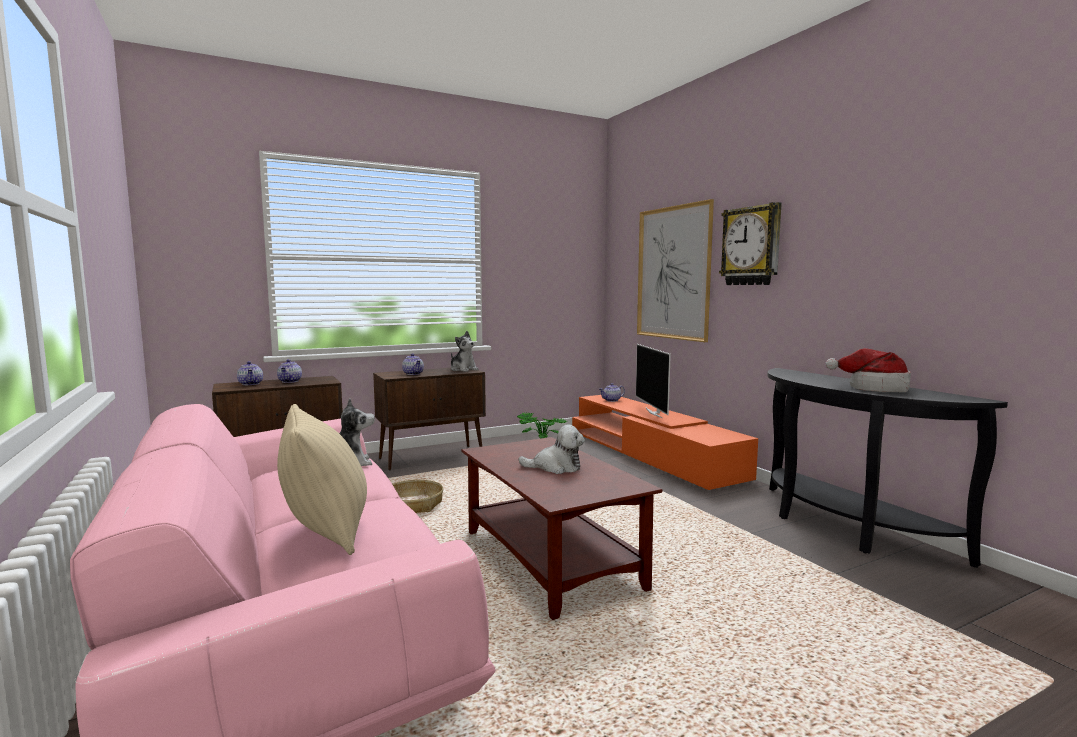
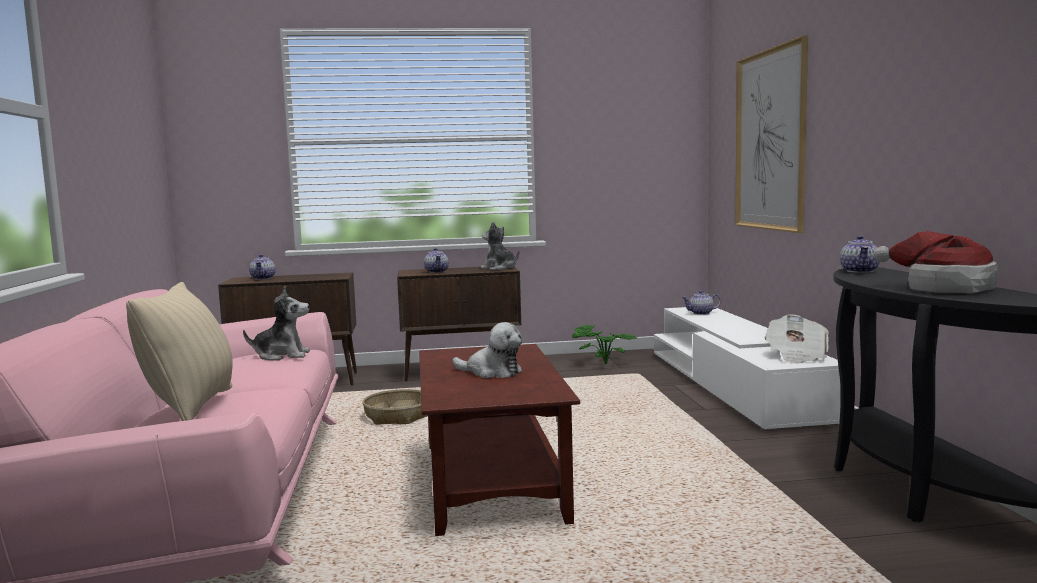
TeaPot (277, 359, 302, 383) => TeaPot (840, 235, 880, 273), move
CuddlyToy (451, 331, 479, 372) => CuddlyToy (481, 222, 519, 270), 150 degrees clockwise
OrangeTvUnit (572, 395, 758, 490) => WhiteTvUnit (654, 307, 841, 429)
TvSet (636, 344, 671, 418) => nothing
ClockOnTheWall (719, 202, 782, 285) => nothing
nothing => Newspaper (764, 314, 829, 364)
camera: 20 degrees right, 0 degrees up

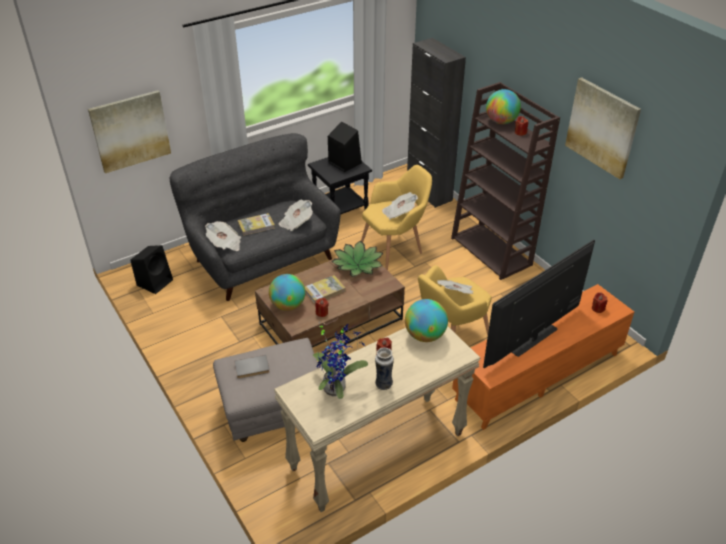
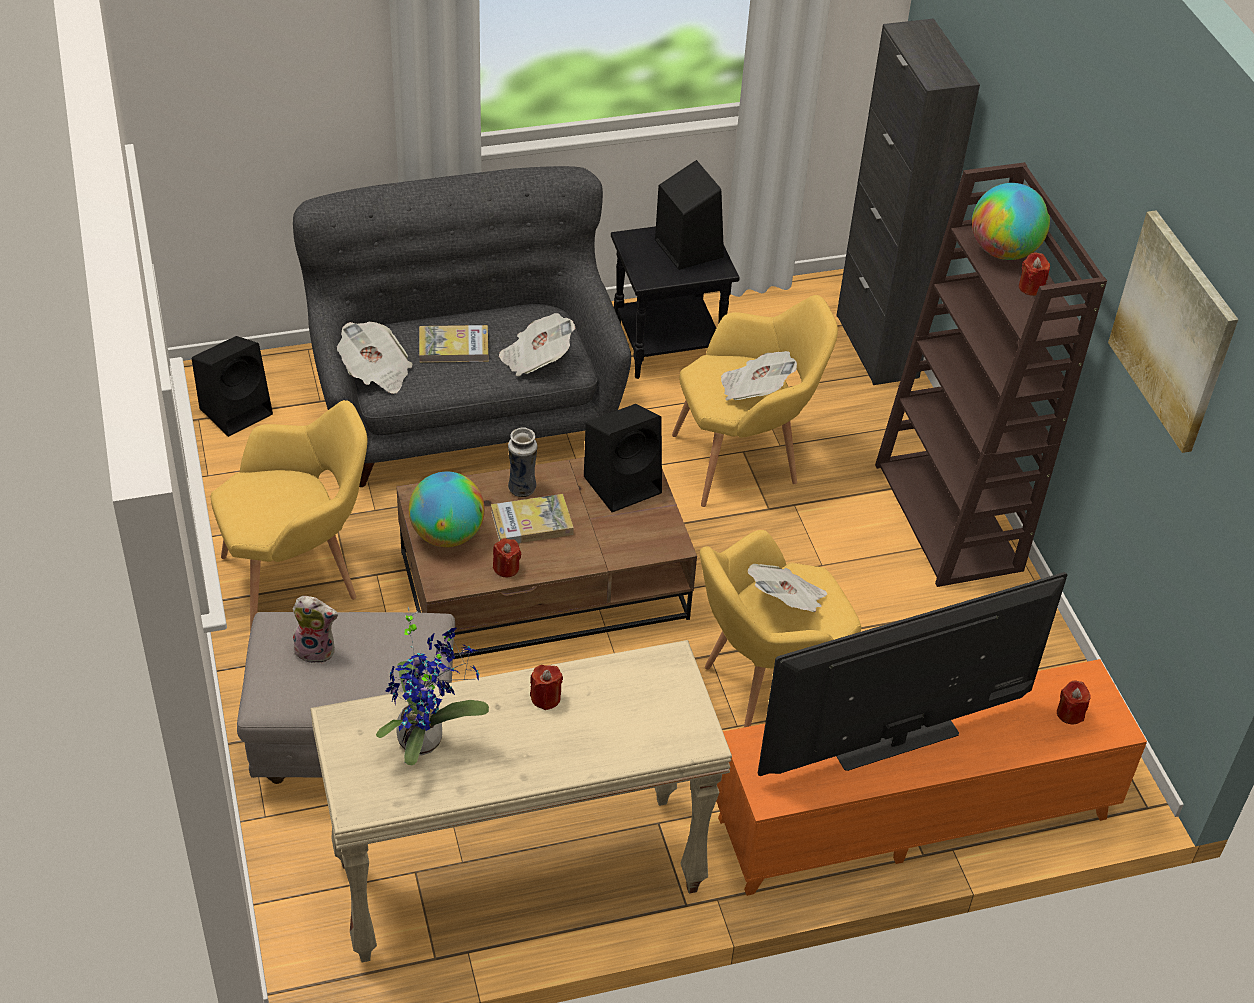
Picture (88, 90, 171, 173) => nothing
GreyVolume (234, 355, 270, 379) => CuddlyToy (293, 596, 338, 663)
PottedPlant (331, 241, 383, 277) => BlackAudioSpeaker (584, 404, 662, 512)
FlowerVase (375, 347, 394, 390) => FlowerVase (508, 427, 538, 497), move
Globe (405, 299, 448, 342) => nothing
nothing => YellowishEasyChair (211, 400, 367, 631)
camera: 15 degrees right, 5 degrees up

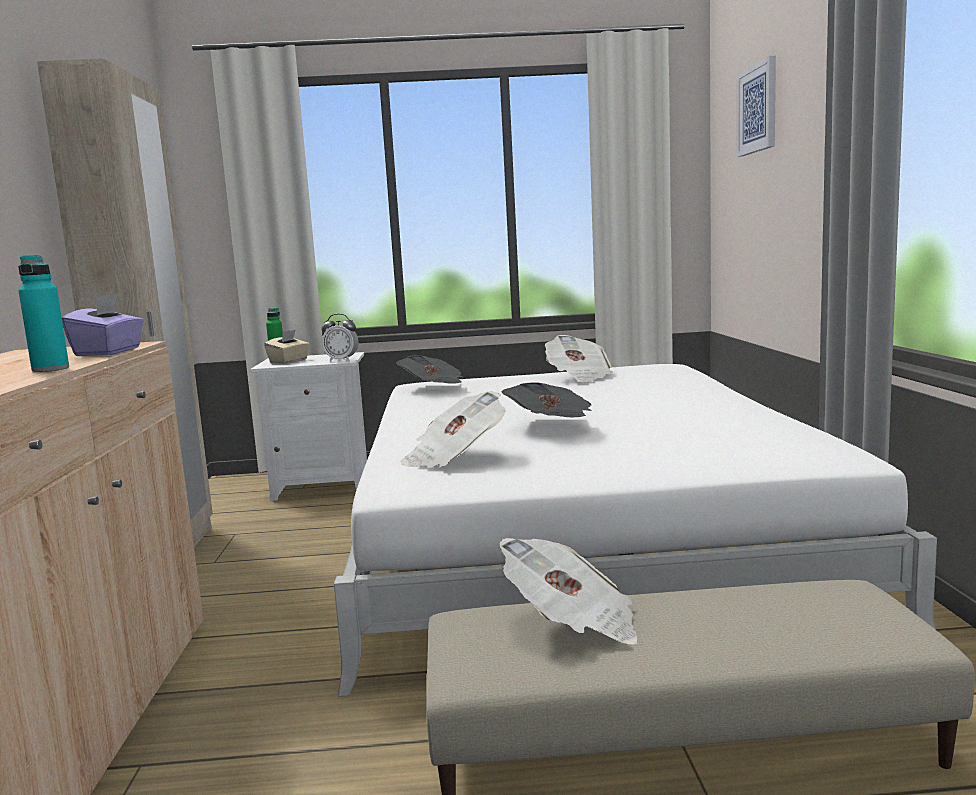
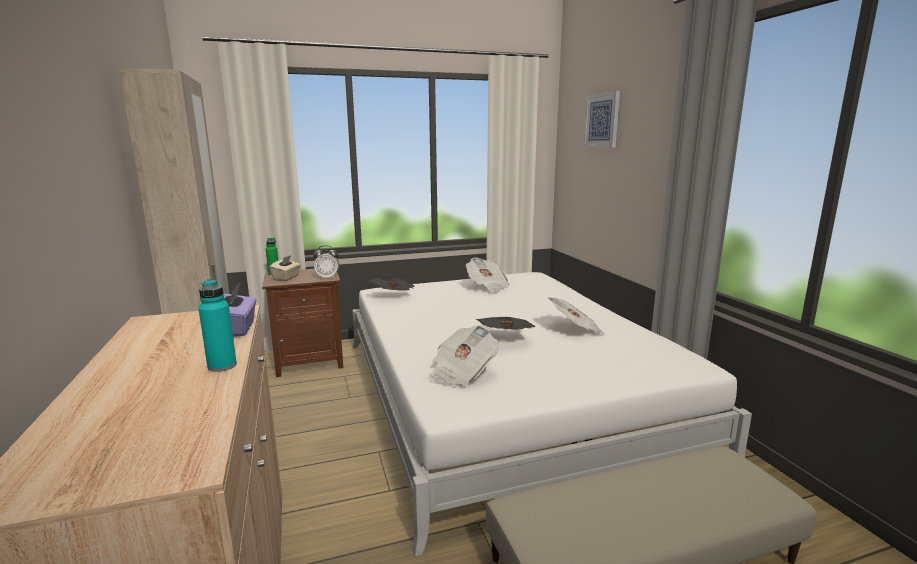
WhiteNightTable (250, 352, 367, 501) => BrownishNightTable (262, 269, 343, 377)
Newspaper (500, 538, 637, 645) => Newspaper (547, 297, 605, 334), move
camera: 15 degrees left, 5 degrees up

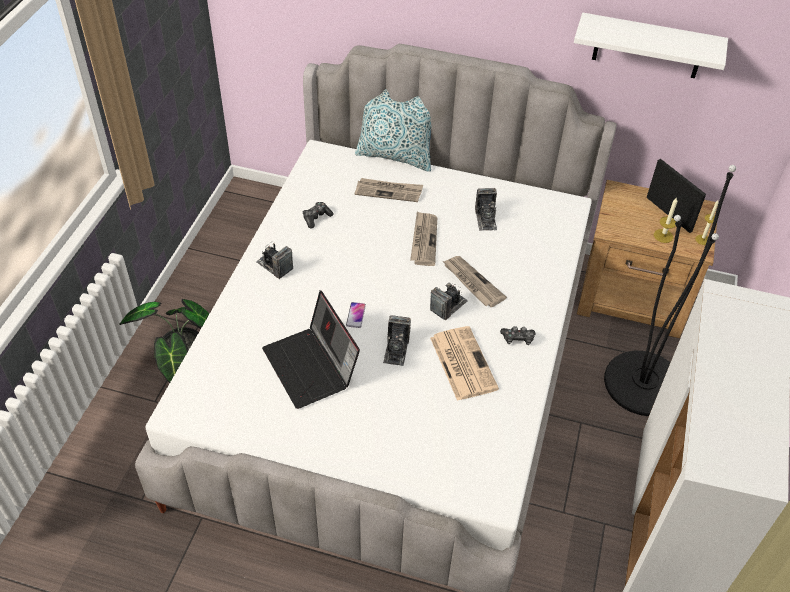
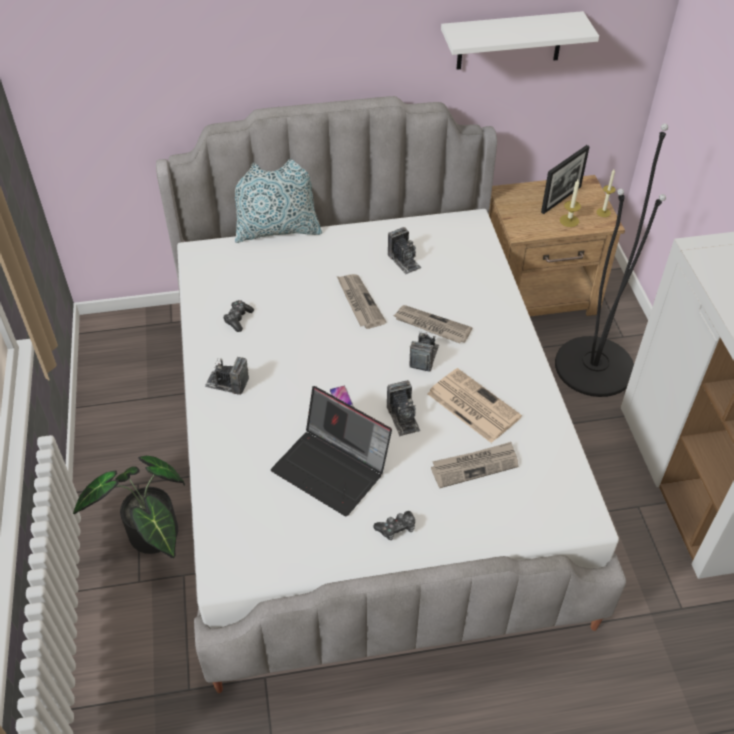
Newspaper (355, 178, 423, 202) => Newspaper (431, 442, 518, 488), move
Joypad (500, 326, 535, 345) => Joypad (373, 511, 415, 540), move
PhotoFrame (646, 159, 706, 233) => PhotoFrame (541, 145, 590, 214), 105 degrees clockwise
camera: 25 degrees left, 0 degrees up

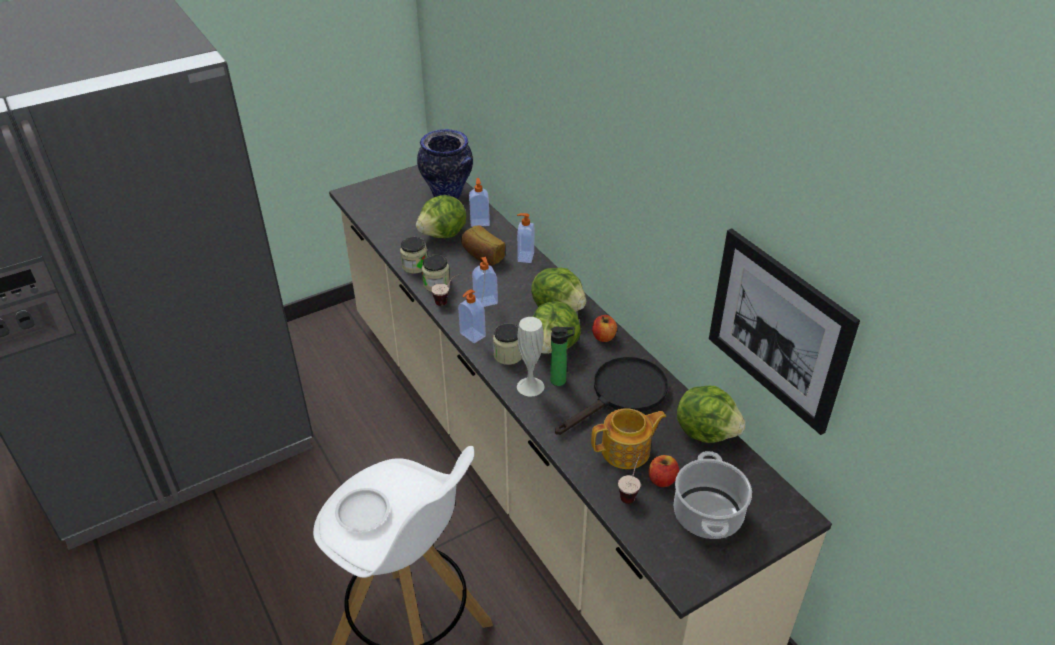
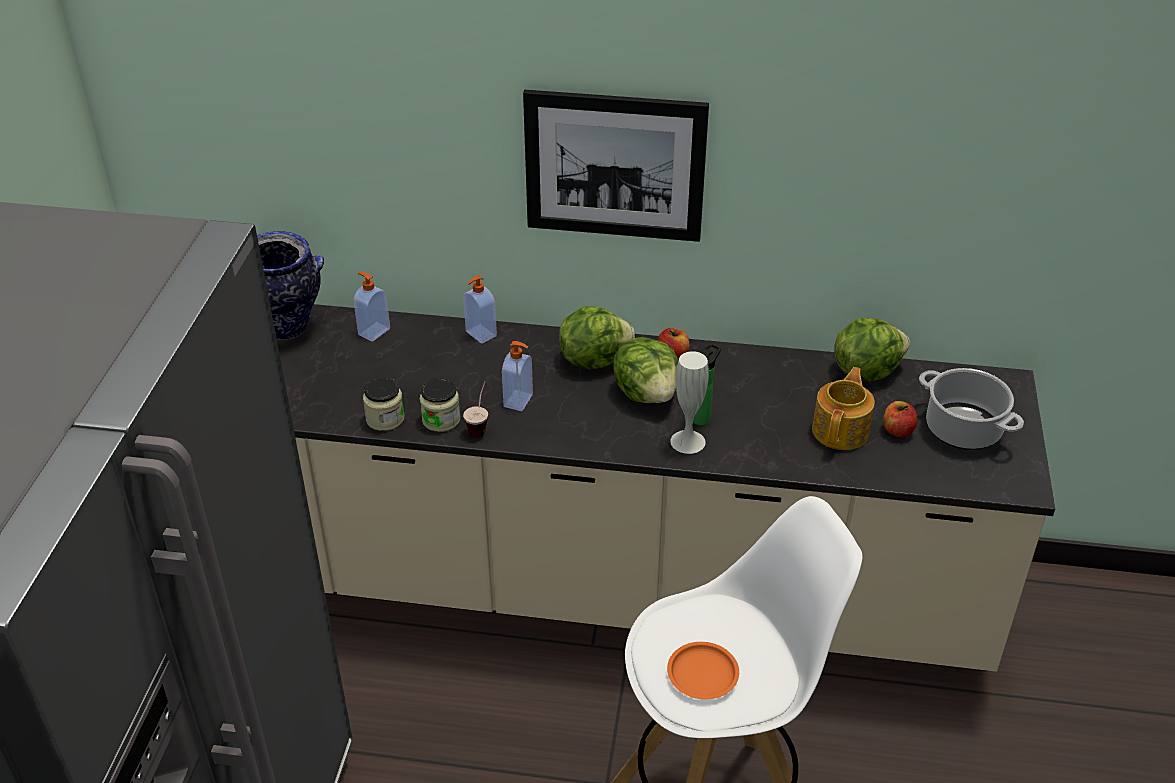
WhiteDinnerPlate (335, 488, 390, 532) => OrangeDinnerPlate (667, 642, 739, 700)
LettuceHead (416, 195, 466, 238) => nothing
SoapBottle (458, 289, 486, 343) => nothing
BakeryBread (461, 225, 505, 266) => nothing
StorageJar (493, 323, 522, 365) => nothing
BlackPan (555, 357, 668, 435) => nothing
DrinkingCup (618, 453, 641, 504) => nothing
Picture (709, 228, 860, 435) => Picture (523, 90, 709, 242), move
camera: 50 degrees left, 0 degrees up

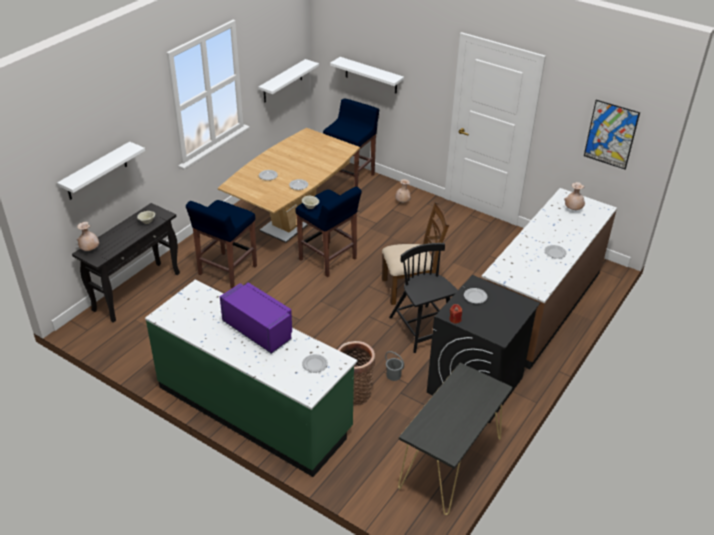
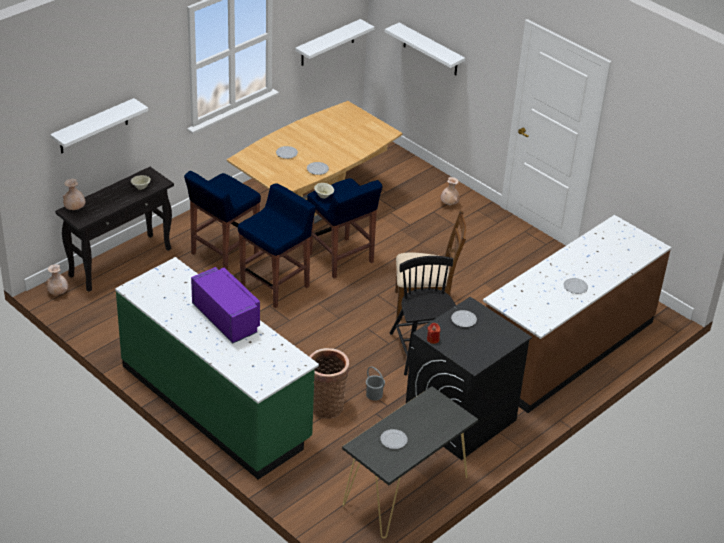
DinnerPlate (302, 354, 328, 373) => DinnerPlate (380, 429, 408, 449), move
BluishStoolSeat (323, 99, 379, 187) => BluishStoolSeat (238, 183, 316, 308), move
SandColouredFlowerVase (564, 182, 586, 210) => SandColouredFlowerVase (47, 264, 68, 295), move
Picture (584, 100, 640, 170) => nothing
camera: 10 degrees right, 0 degrees up

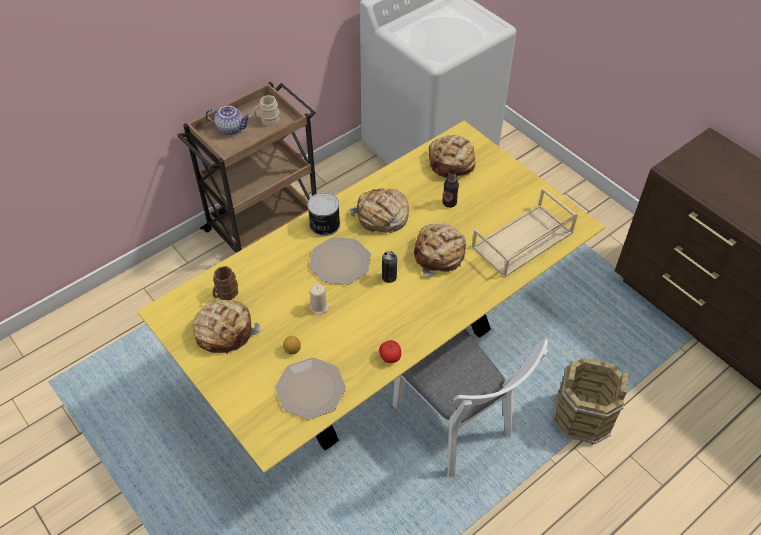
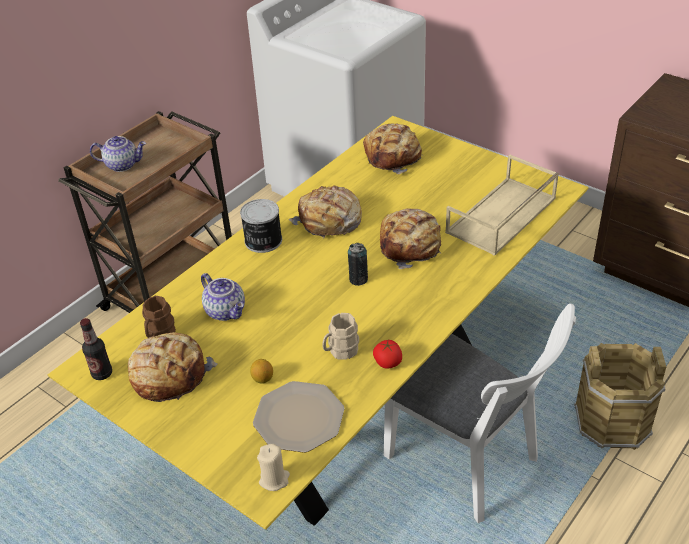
SandColouredCoffeeMug (254, 95, 280, 126) => SandColouredCoffeeMug (322, 313, 359, 360), move
SandColouredWaxLight (309, 284, 330, 315) => SandColouredWaxLight (257, 444, 290, 491), move
DinnerPlate (310, 237, 371, 285) => nothing
DrinkBottle (443, 165, 459, 208) => DrinkBottle (80, 318, 112, 380), move
nothing => TeaPot (201, 273, 245, 321)
camera: 10 degrees left, 10 degrees down

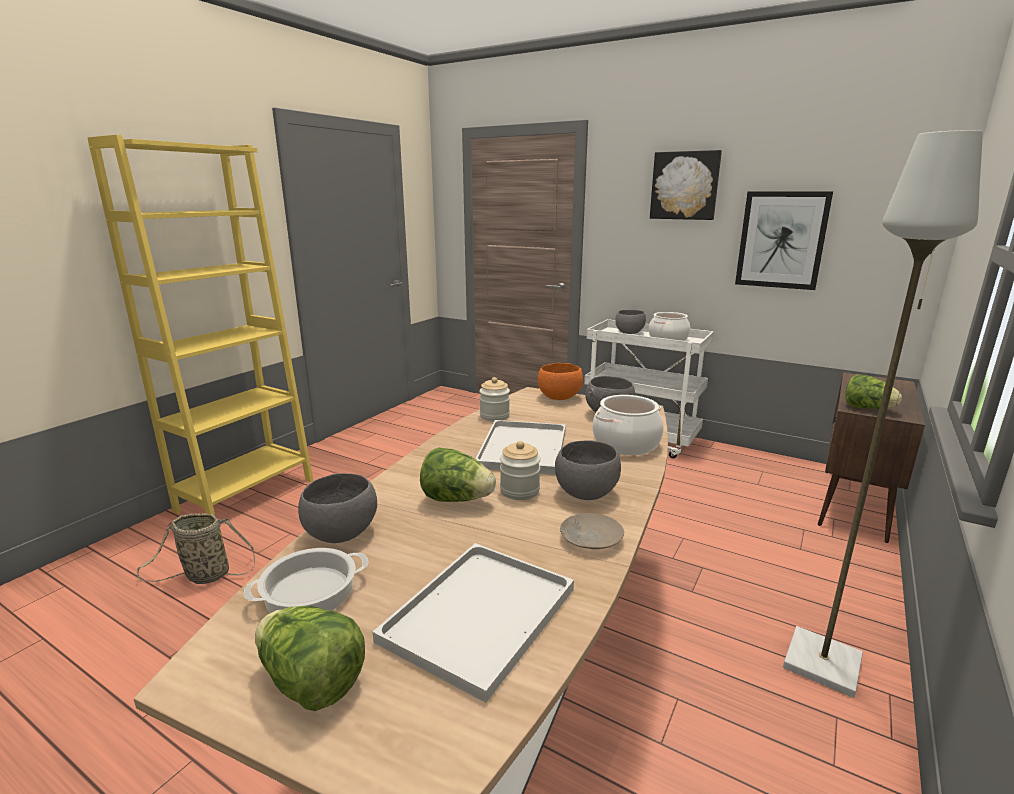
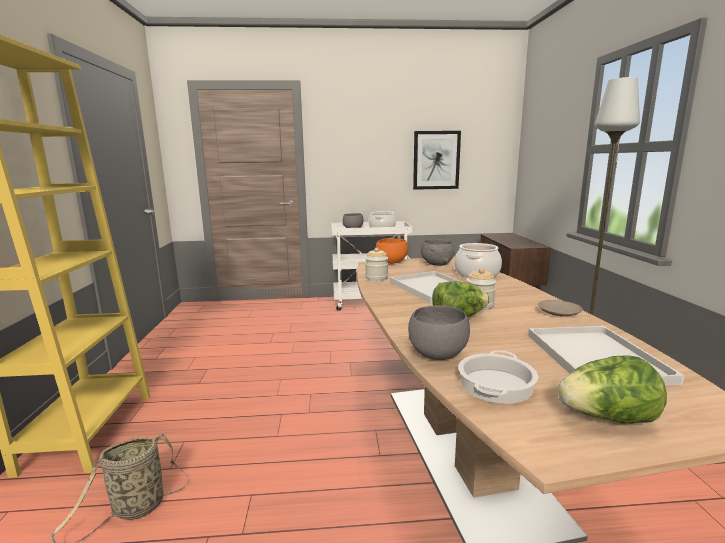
GreyServingBowl (555, 441, 621, 500) => nothing
Picture (650, 150, 722, 220) => nothing
LettuceHead (845, 374, 902, 409) => nothing
camera: 35 degrees left, 5 degrees down

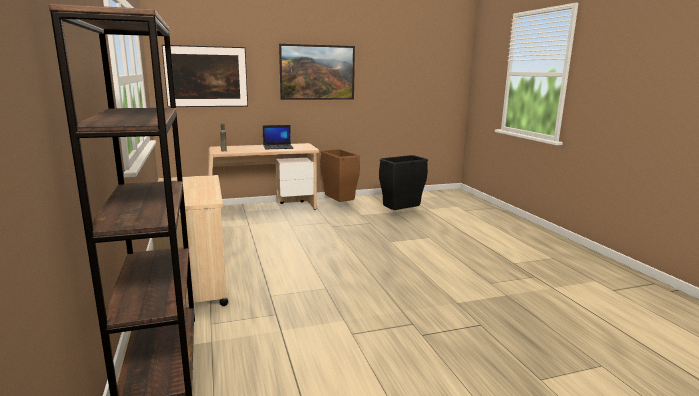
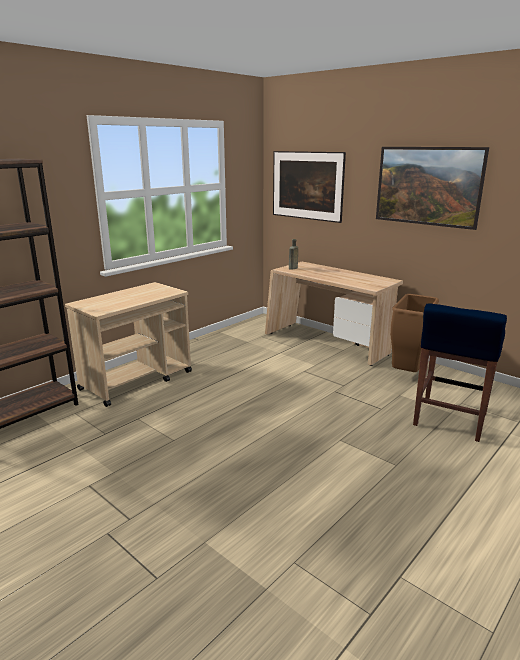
PortableComputer (263, 125, 293, 149) => nothing
BlackRubbishBin (379, 155, 428, 210) => BluishStoolSeat (413, 304, 507, 442)
camera: 60 degrees right, 5 degrees up

